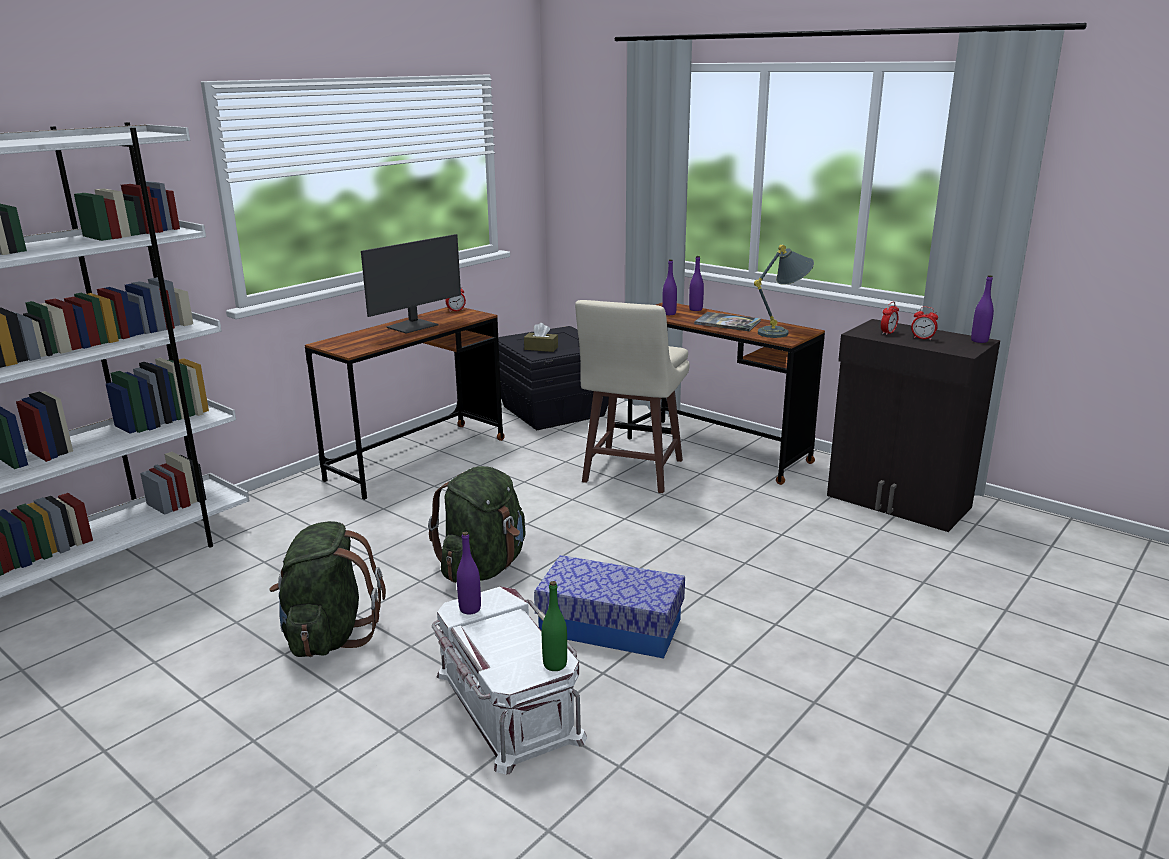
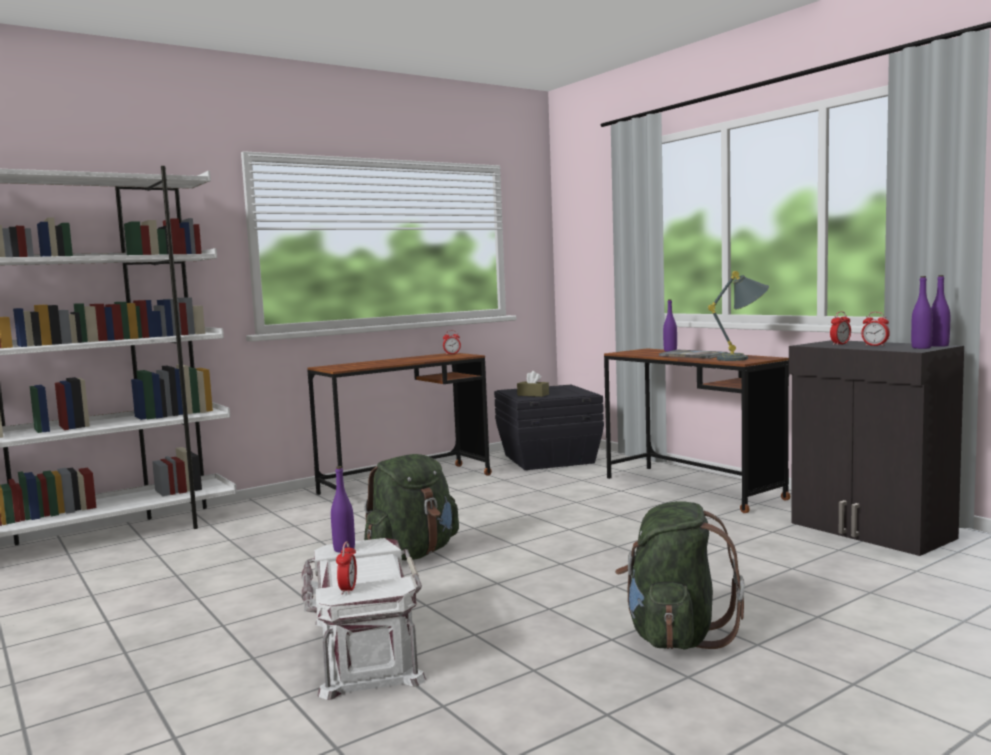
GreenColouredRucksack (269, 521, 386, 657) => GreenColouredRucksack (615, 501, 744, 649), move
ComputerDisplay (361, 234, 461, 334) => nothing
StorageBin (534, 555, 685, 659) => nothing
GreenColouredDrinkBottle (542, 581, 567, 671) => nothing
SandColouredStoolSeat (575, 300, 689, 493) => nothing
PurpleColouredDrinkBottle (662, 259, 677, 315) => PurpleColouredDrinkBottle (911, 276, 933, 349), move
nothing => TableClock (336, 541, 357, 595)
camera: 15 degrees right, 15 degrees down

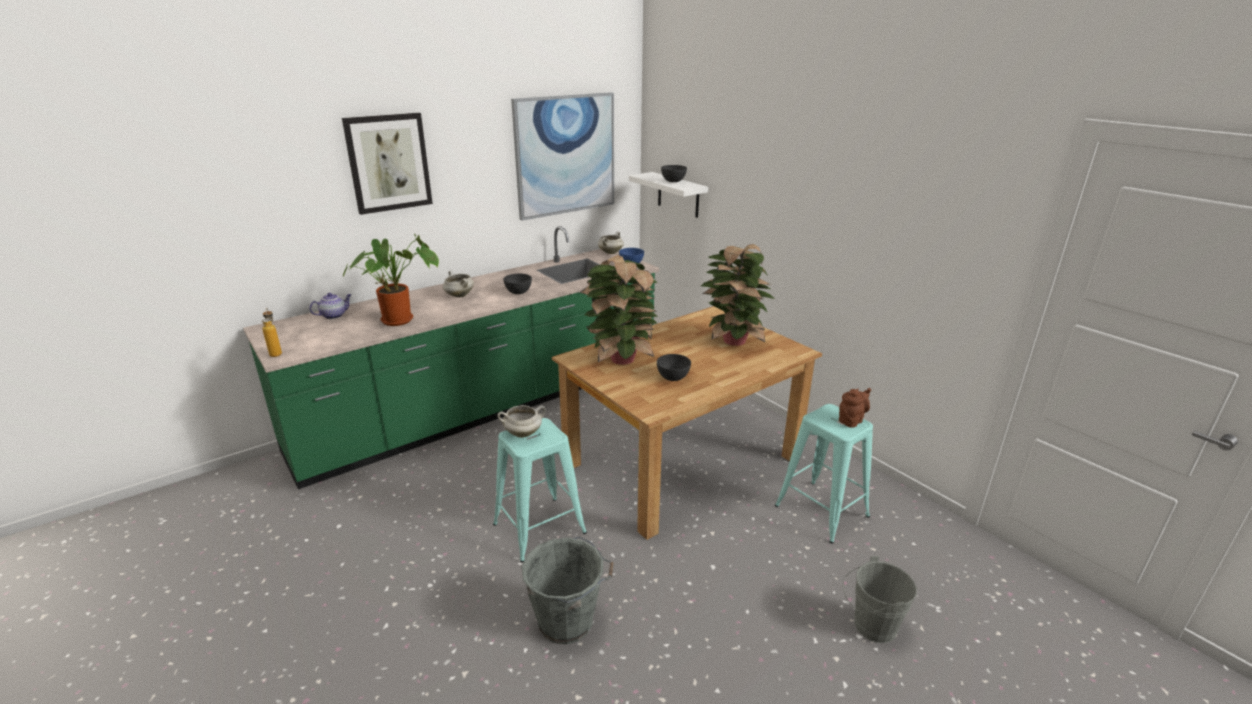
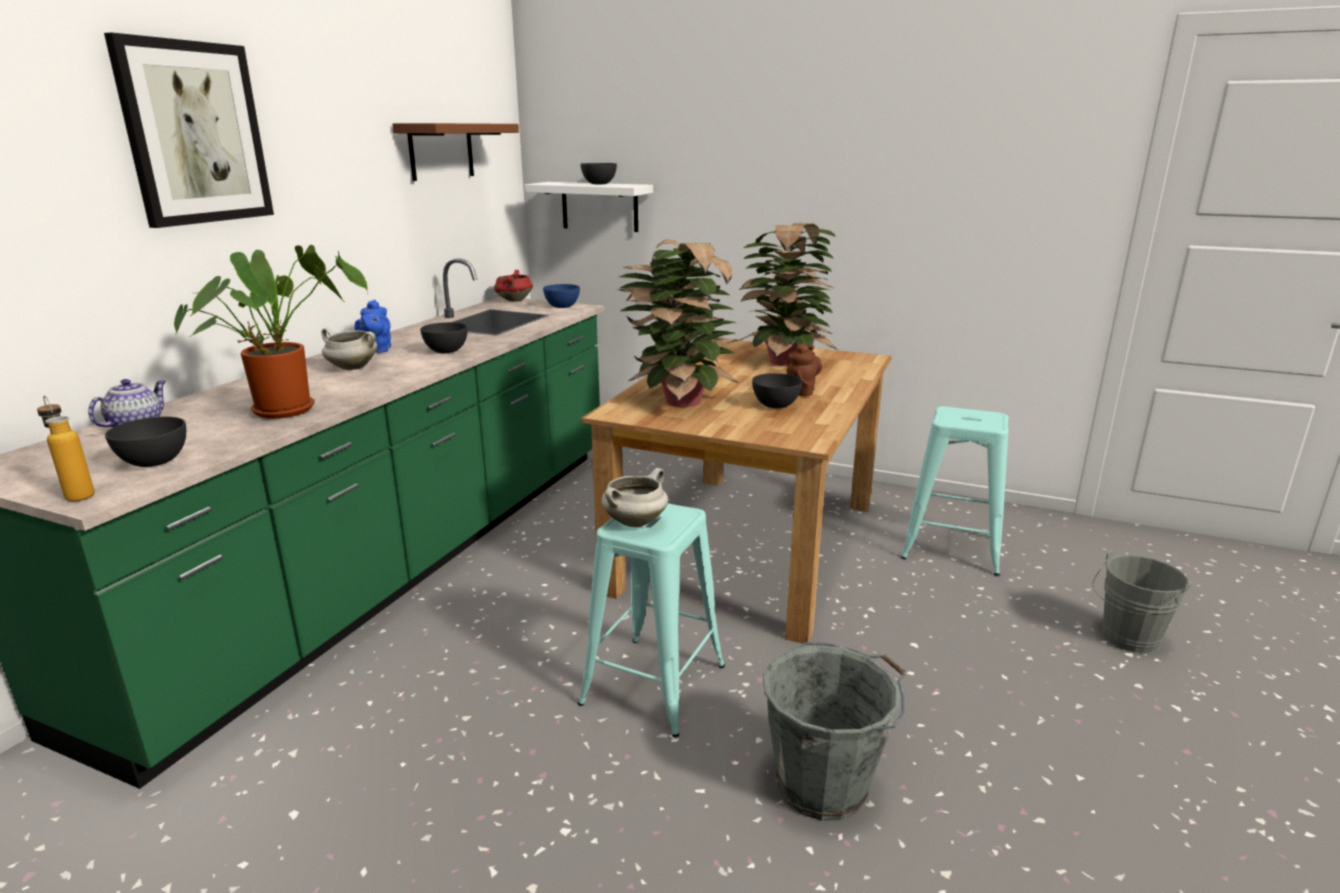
Picture (511, 92, 614, 221) => BrownishShelf (392, 123, 519, 181)
WhiteSaucepot (598, 231, 624, 254) => RedSaucepot (494, 270, 533, 302)
BrownishTeaPot (839, 388, 871, 428) => BrownishTeaPot (787, 343, 822, 396), move
nothing => GreyServingBowl (105, 417, 186, 467)
nothing => BluishTeaPot (354, 299, 391, 353)
camera: 30 degrees left, 5 degrees down

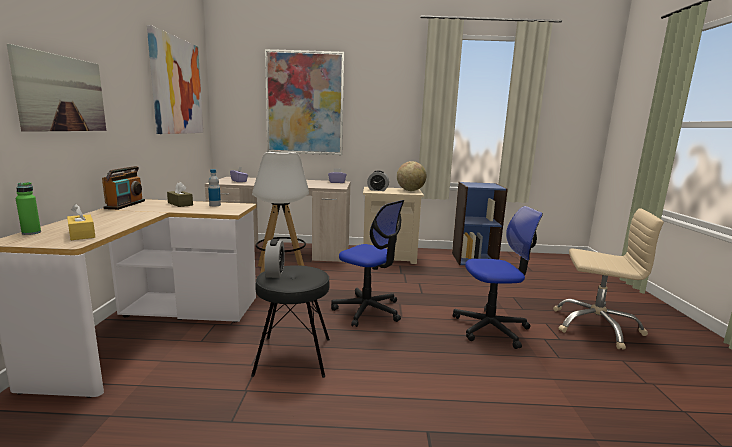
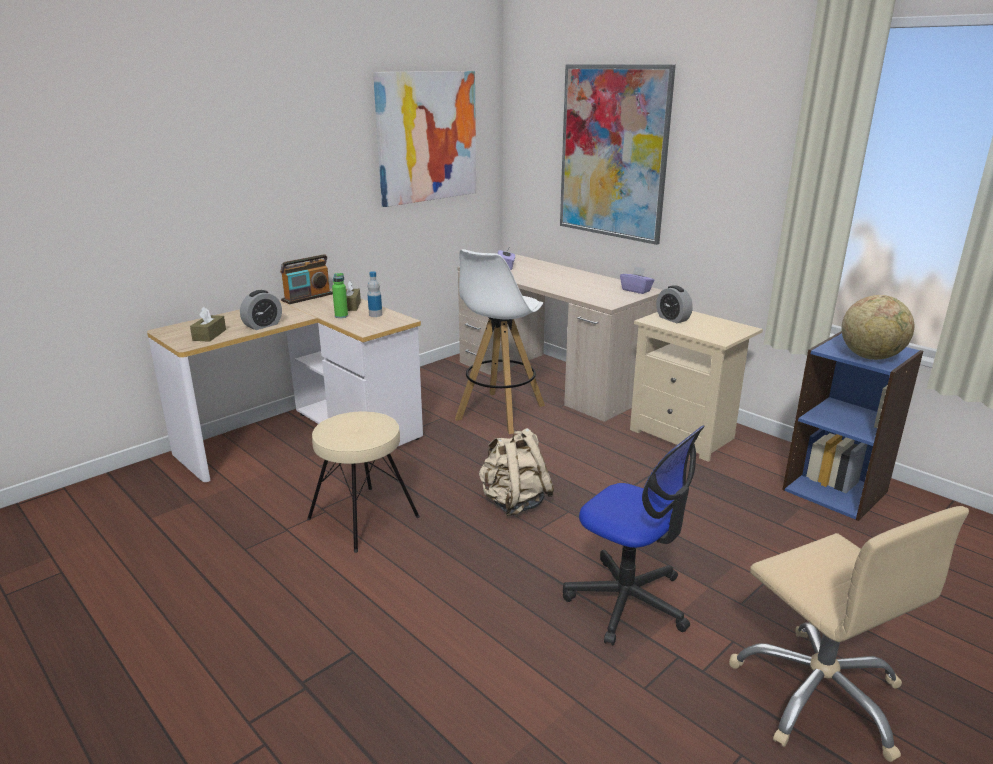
Picture (7, 44, 106, 132) => nothing
GreenColouredDrinkBottle (16, 182, 41, 235) => GreenColouredDrinkBottle (332, 273, 348, 318), move
YellowishTissueBox (67, 204, 95, 240) => BrownishTissueBox (190, 307, 226, 342)
BlackStoolSeat (251, 265, 330, 378) => SandColouredStoolSeat (307, 411, 420, 553)
TableClock (264, 239, 285, 278) => TableClock (240, 290, 282, 330), move
ComputerChair (331, 200, 404, 327) => SandColouredRucksack (479, 428, 554, 516)
Globe (397, 161, 427, 191) => Globe (842, 295, 914, 360), move
camera: 45 degrees right, 10 degrees up

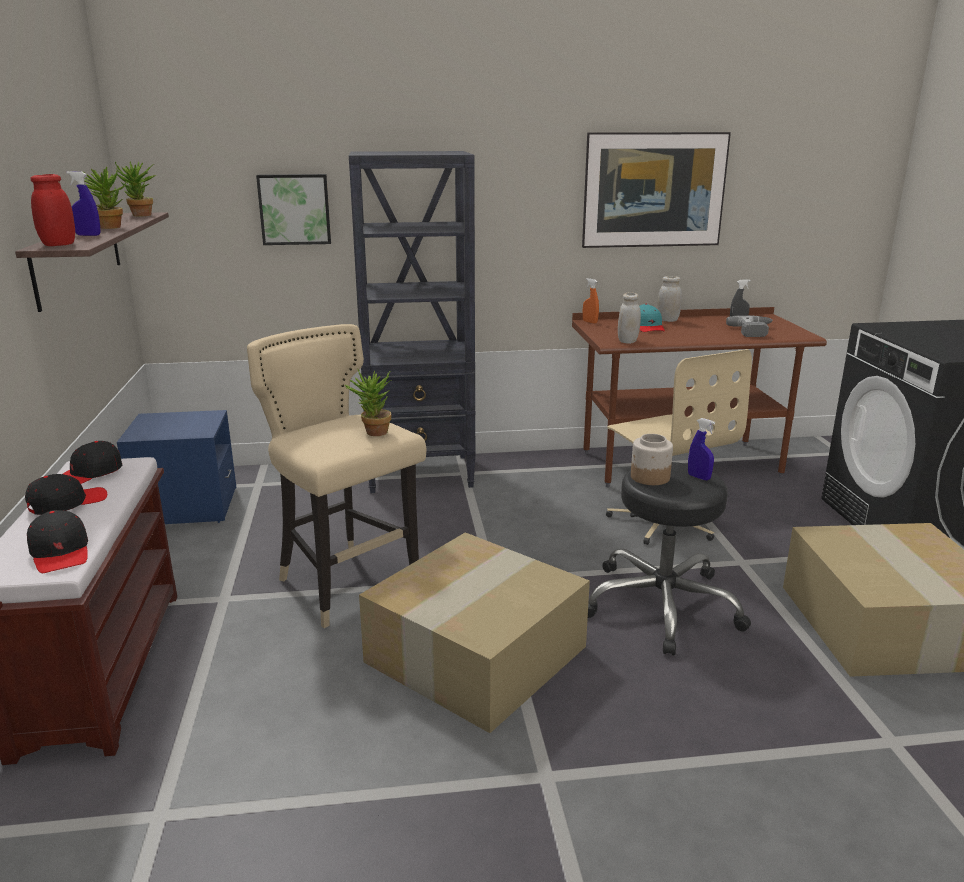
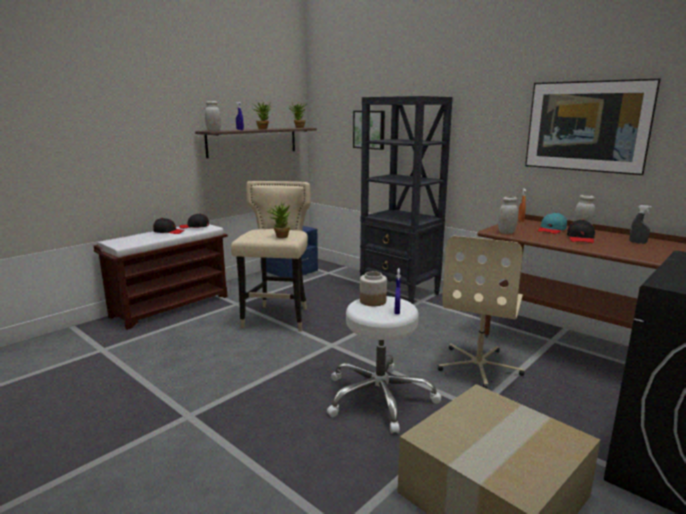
BlackCap (27, 510, 88, 573) => BlackCap (567, 219, 595, 243), move
RedStorageJar (30, 174, 75, 246) => WhiteStorageJar (205, 101, 221, 131)
Carton (359, 532, 590, 733) => nothing
BlackStoolSeat (588, 462, 751, 655) => WhiteStoolSeat (327, 296, 441, 433)
Drill (726, 315, 773, 337) => nothing
camera: 50 degrees right, 5 degrees down

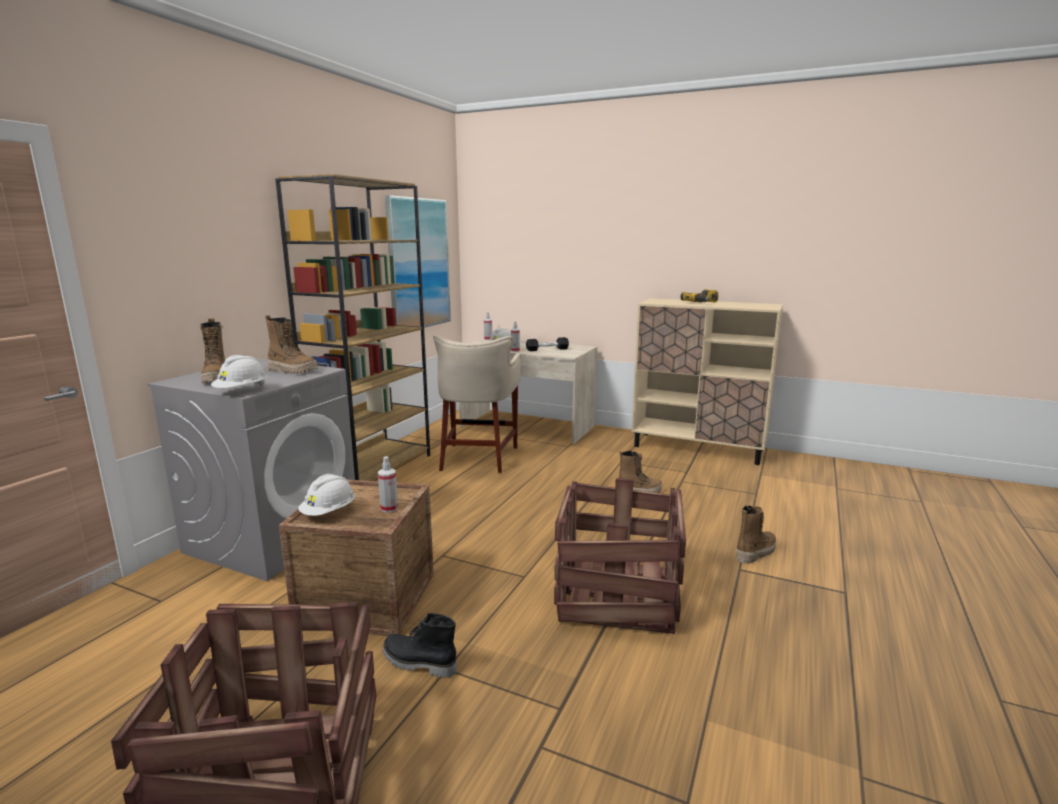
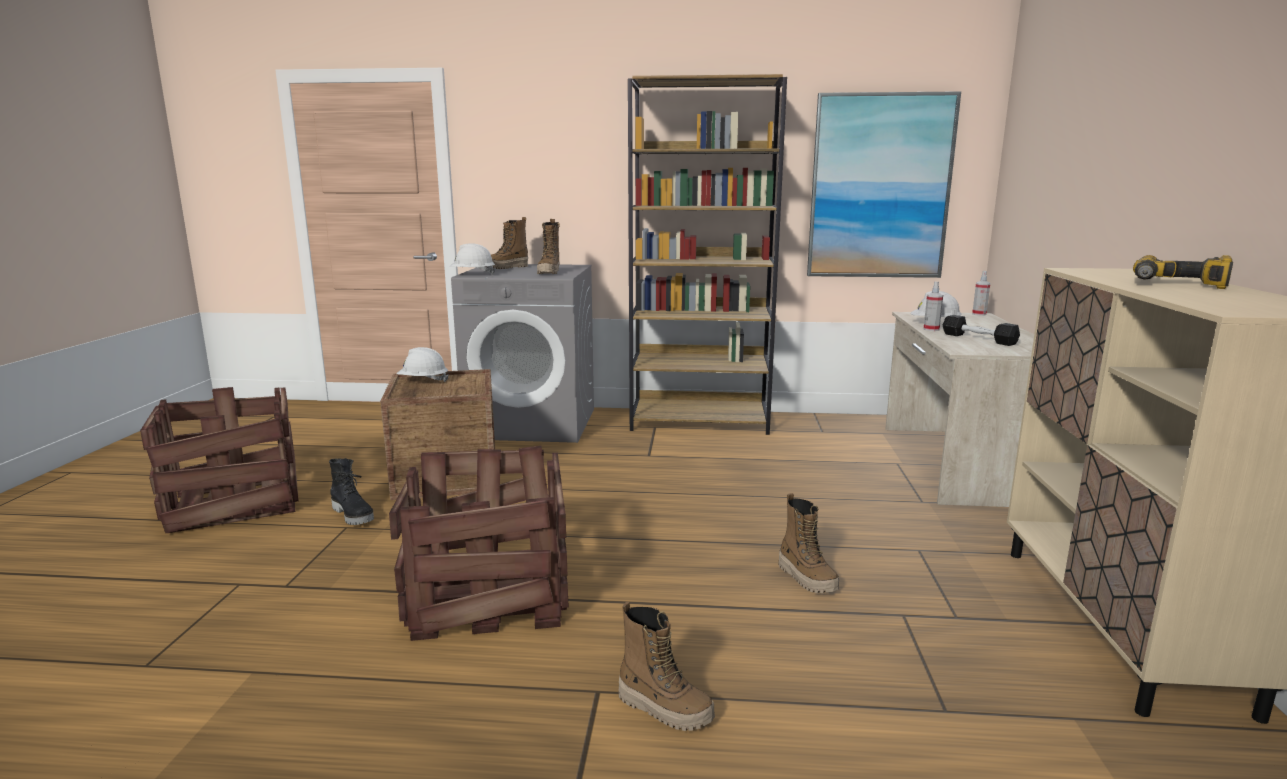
HandSprayer (378, 456, 398, 513) => nothing
BlackBoot (383, 613, 457, 678) => BlackBoot (329, 458, 374, 525), 135 degrees clockwise
SandColouredStoolSeat (433, 335, 521, 473) => nothing
camera: 70 degrees right, 0 degrees up

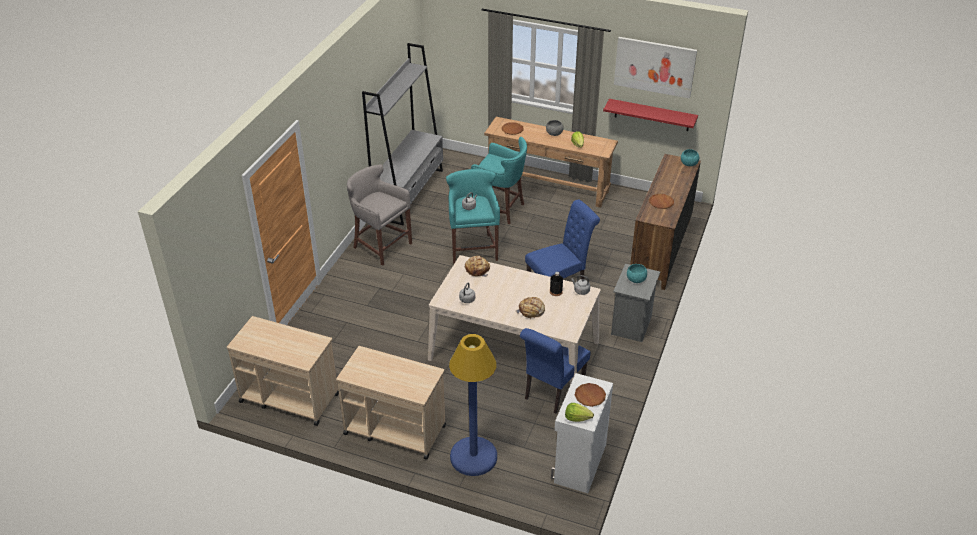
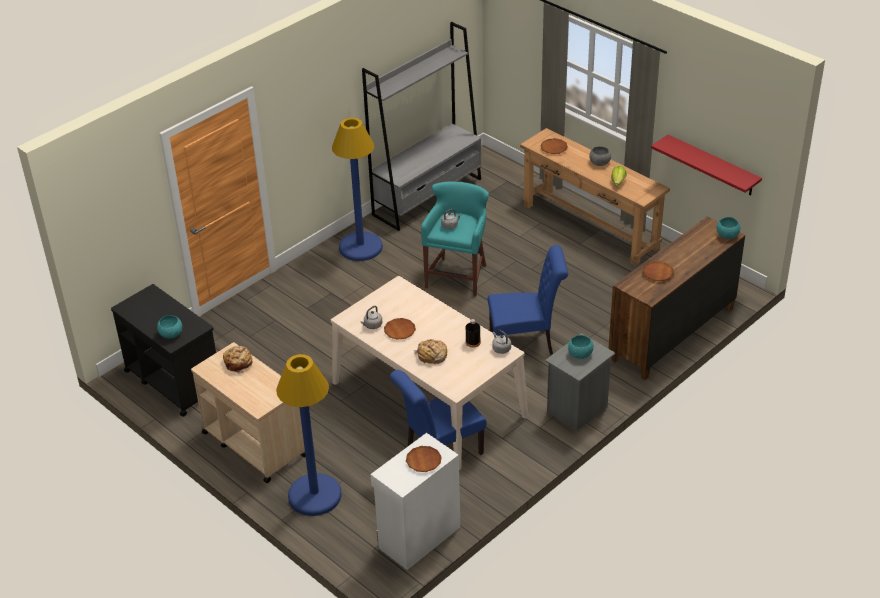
SandColouredTrolley (227, 316, 339, 426) => BlackTrolley (111, 284, 216, 417)
GreyStoolSeat (347, 165, 412, 266) => BluishFloorLamp (332, 118, 383, 261)
BakeryBread (464, 256, 490, 277) => BakeryBread (223, 346, 254, 374), move
TurquoiseStoolSeat (471, 137, 527, 225) => nothing
LettuceHead (565, 403, 594, 422) => nothing
Picture (614, 37, 697, 99) => nothing
nothing => TurquoiseServingBowl (157, 315, 182, 338)
nothing => BrownishDinnerPlate (384, 318, 416, 340)
camera: 25 degrees right, 0 degrees up

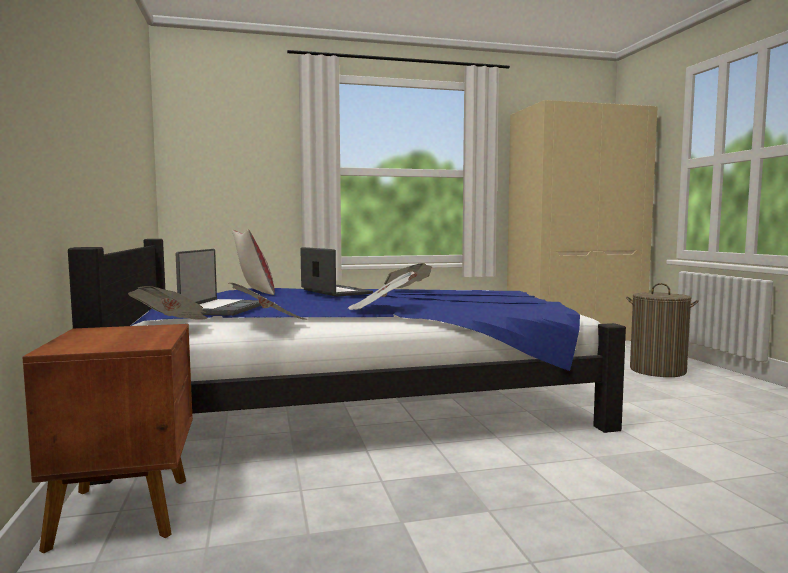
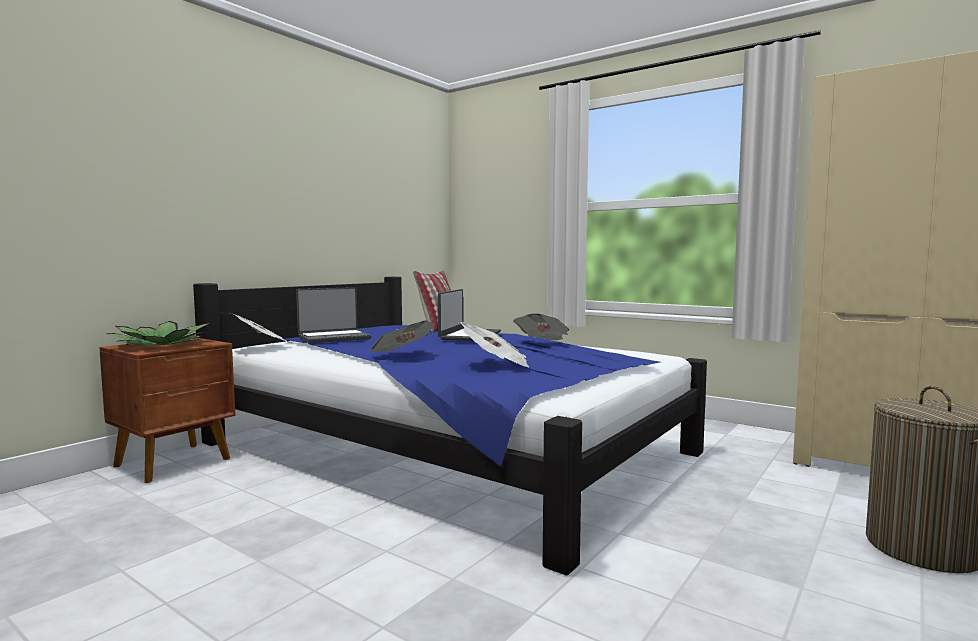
Newspaper (229, 283, 307, 320) => Newspaper (460, 322, 529, 367), move
nothing => PottedPlant (107, 321, 209, 345)
camera: 50 degrees right, 0 degrees up

